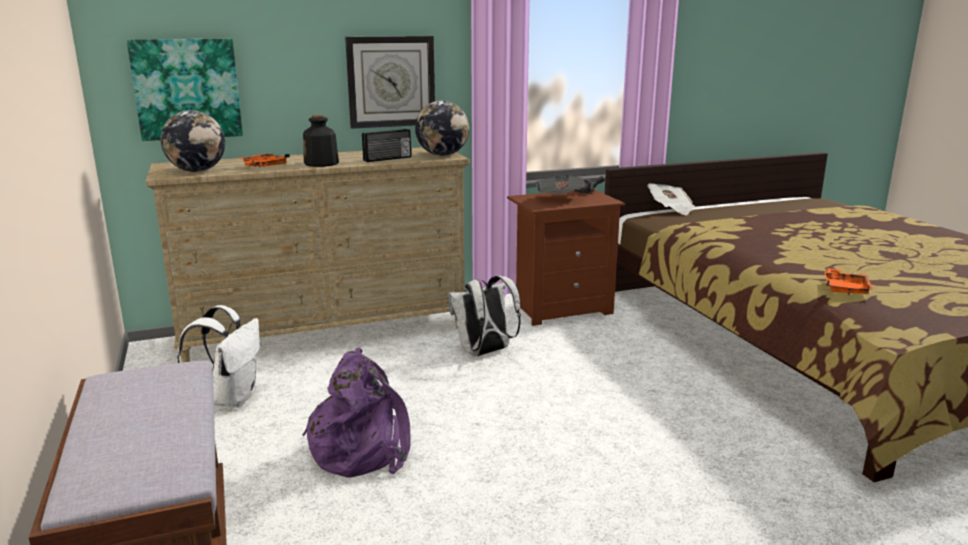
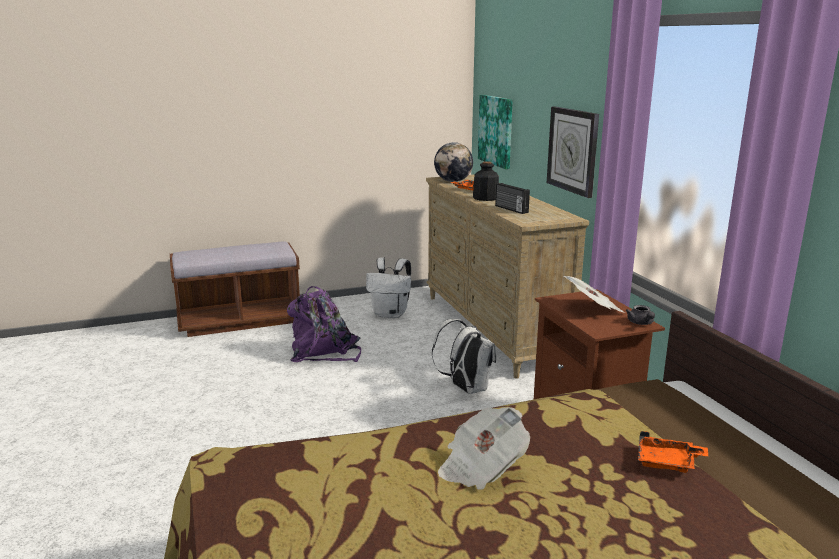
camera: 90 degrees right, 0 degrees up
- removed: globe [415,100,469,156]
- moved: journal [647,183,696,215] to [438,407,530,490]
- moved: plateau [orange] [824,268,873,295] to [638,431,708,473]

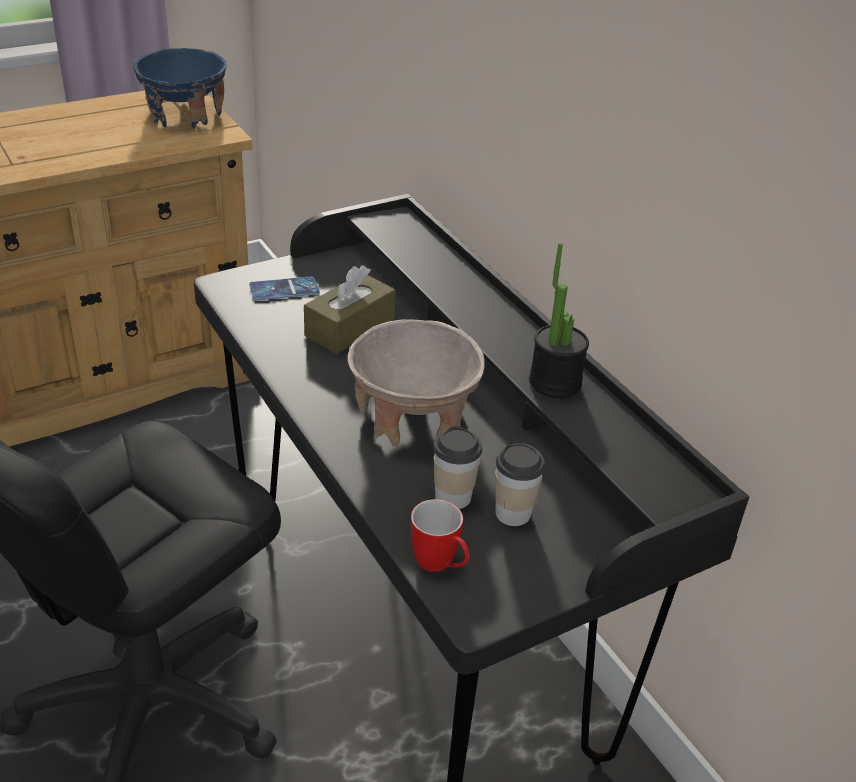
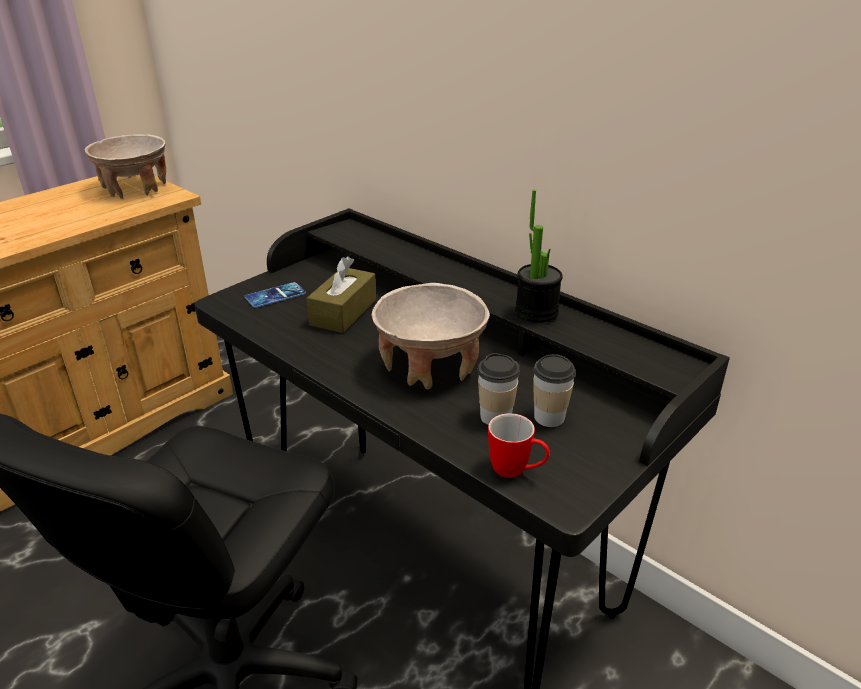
camera: 15 degrees left, 5 degrees down
- recoloured: bol [bleu] [133,48,227,128] to bol [beige] [85,134,166,199]

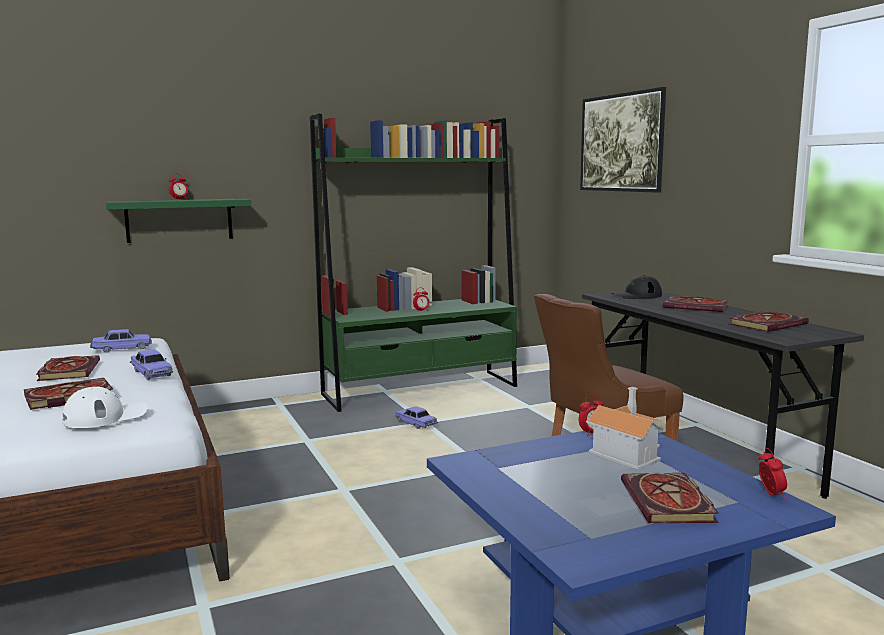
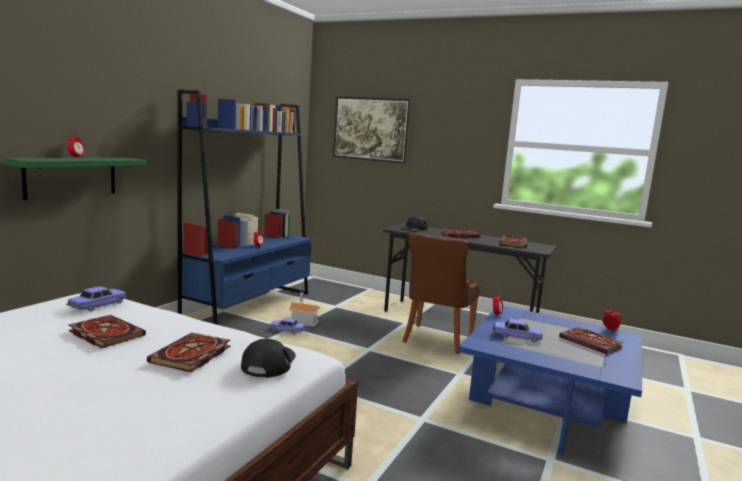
camera: 40 degrees left, 0 degrees up
- recoloured: casquette [blanc] [62,387,148,428] to casquette [noir] [241,339,296,378]
- moved: petite voiture [130,349,173,380] to [493,319,543,342]
- recoloured: bibliothèque [vert] [310,114,517,412] to bibliothèque [bleu] [177,89,311,325]
- moved: maison miniature [586,387,663,470] to [289,292,320,326]

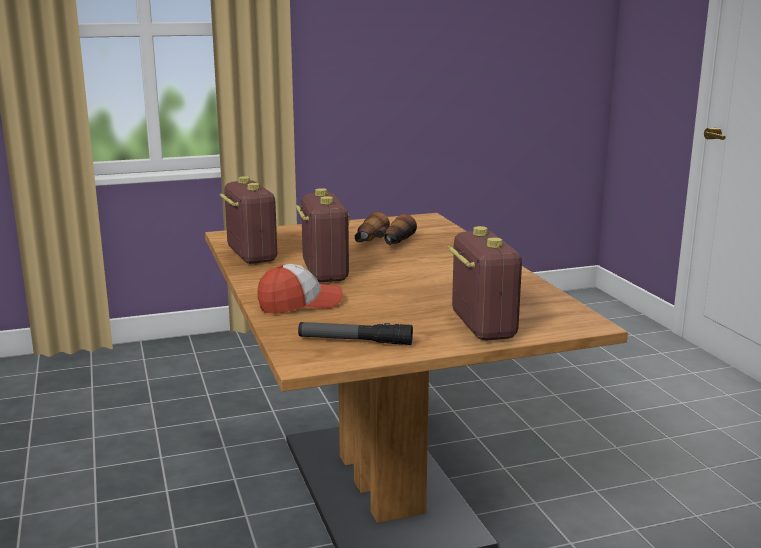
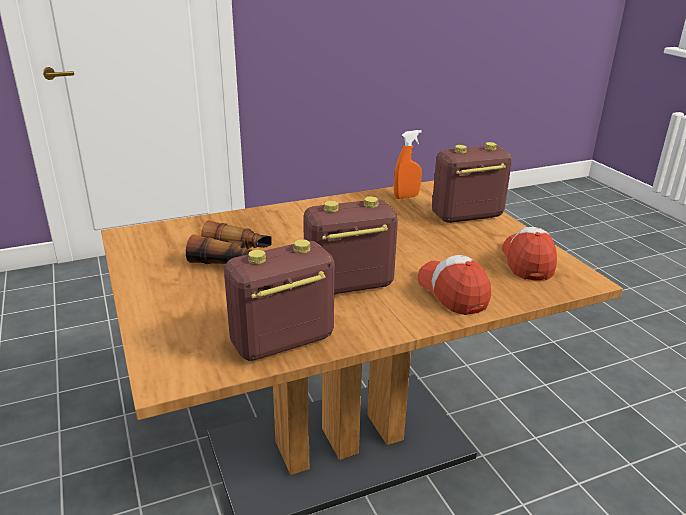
camera: 95 degrees left, 10 degrees up
- replaced: lampe de poche [298,322,413,345] to casquette [502,227,557,280]
- added: vaporisateur [orange] [394,130,422,199]

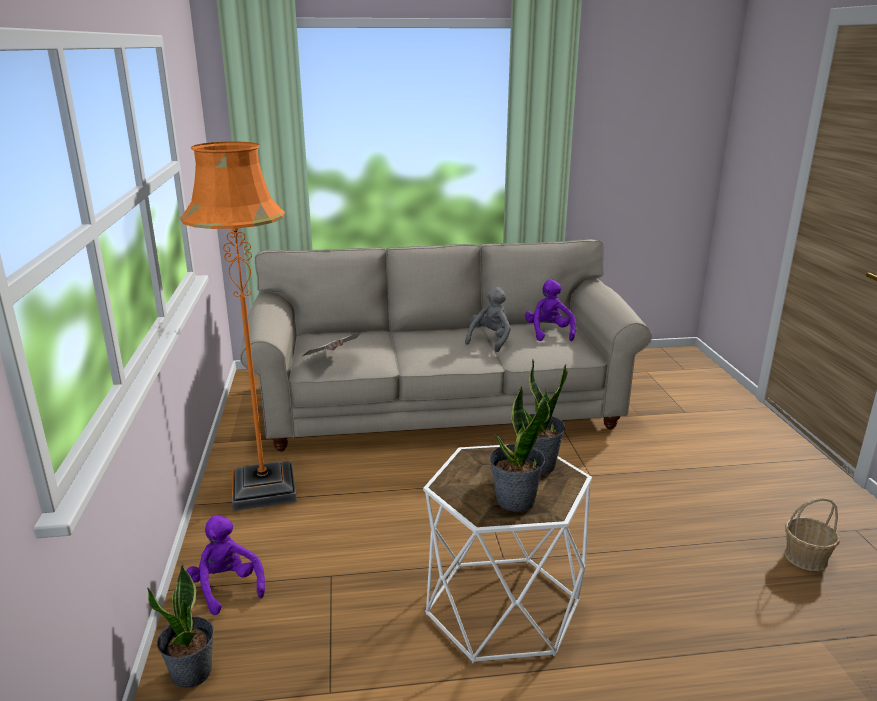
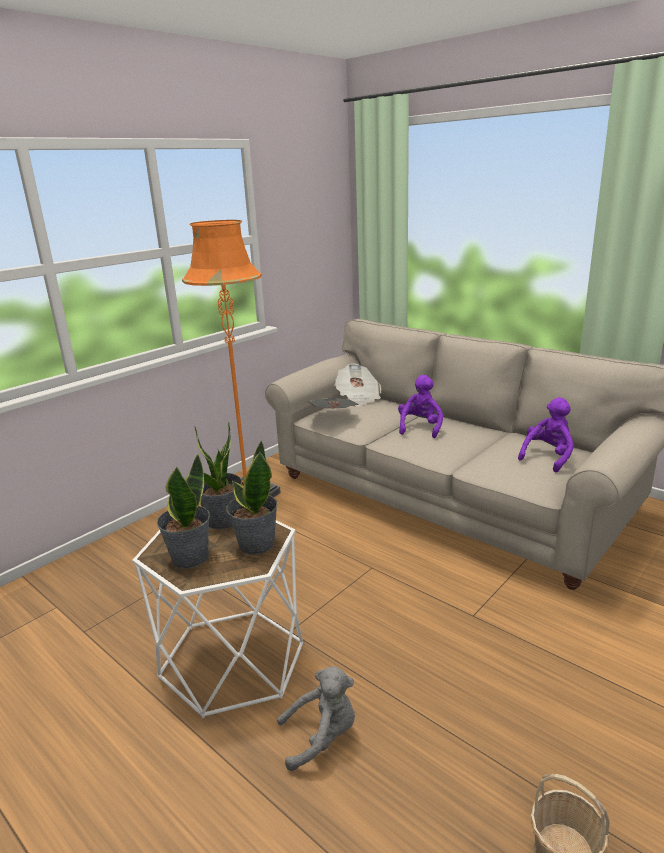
camera: 50 degrees right, 0 degrees up
- moved: plante en pot [147,563,214,688] to [195,421,242,529]
- moved: peluche [violet] [186,516,265,615] to [398,375,443,438]
- moved: peluche [gris] [465,287,511,352] to [277,666,355,771]
- added: journal [334,363,381,407]

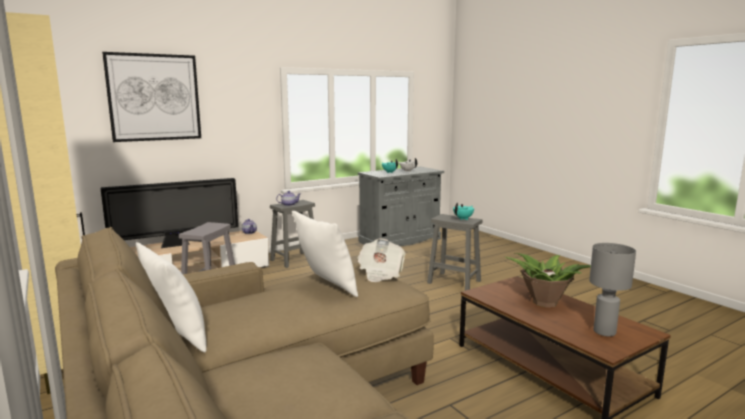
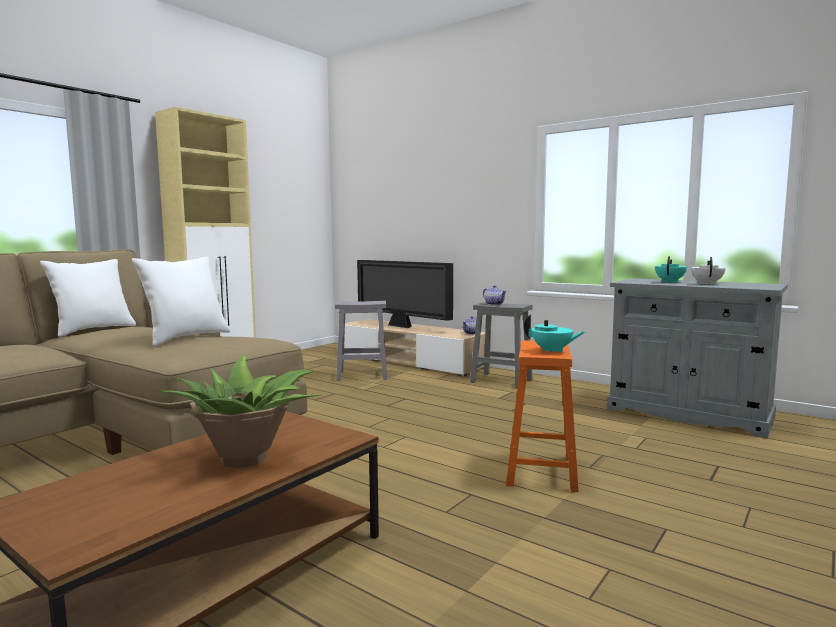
camera: 70 degrees right, 5 degrees down
- removed: tableau [102,52,201,142]
- removed: journal [357,239,406,282]
- recoloured: tabouret [gris] [427,214,482,291] to tabouret [orange] [506,340,579,492]
- removed: lampe de table [gris] [589,243,636,337]

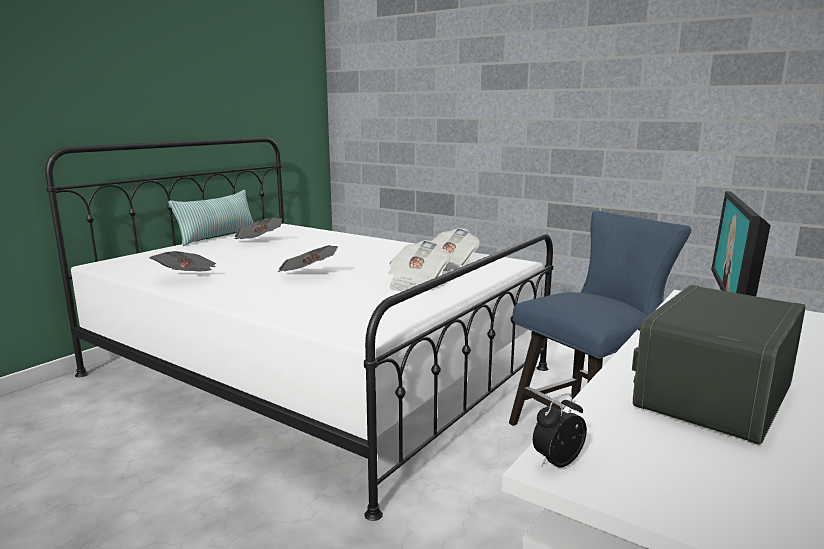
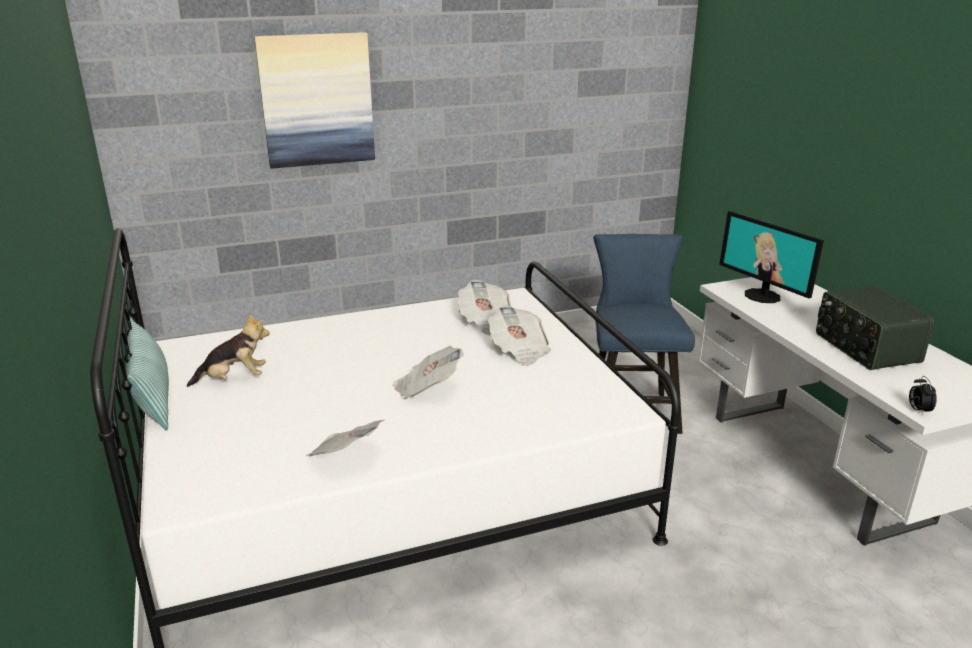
camera: 55 degrees left, 10 degrees up
- replaced: journal [234,217,282,239] to peluche [187,314,270,387]
- added: tableau [254,32,375,169]

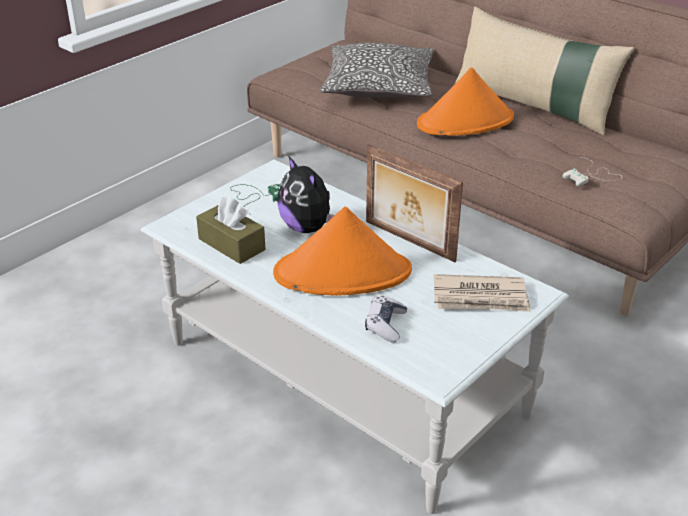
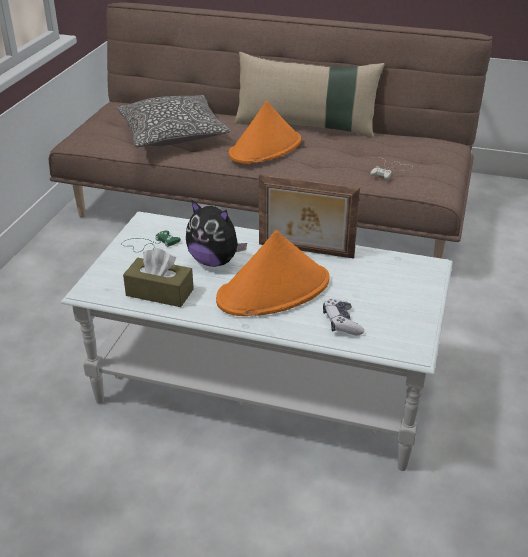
camera: 25 degrees left, 0 degrees up
- removed: journal [434,274,531,312]

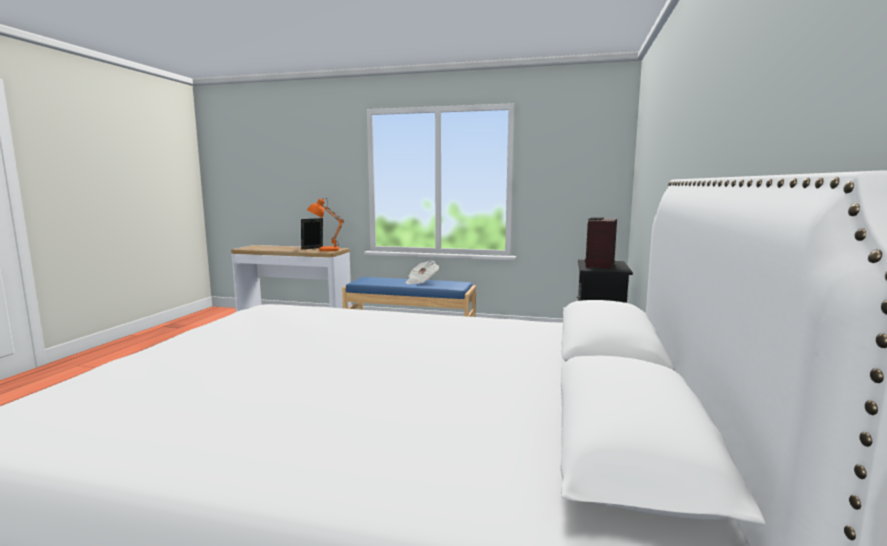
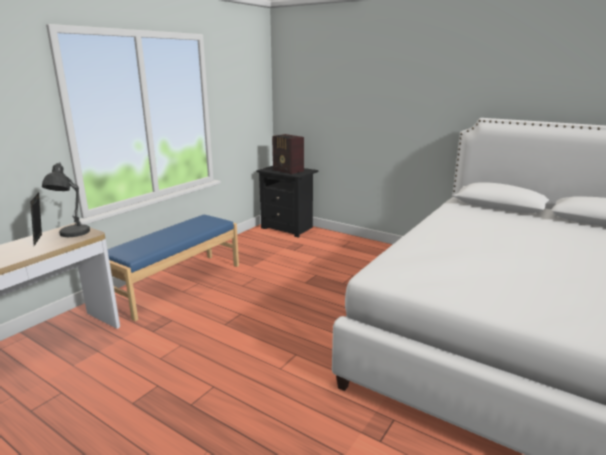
camera: 70 degrees left, 10 degrees up
- recoloured: lampe de table [orange] [307,198,344,251] to lampe de table [gris] [42,163,90,237]
- removed: journal [406,261,439,284]

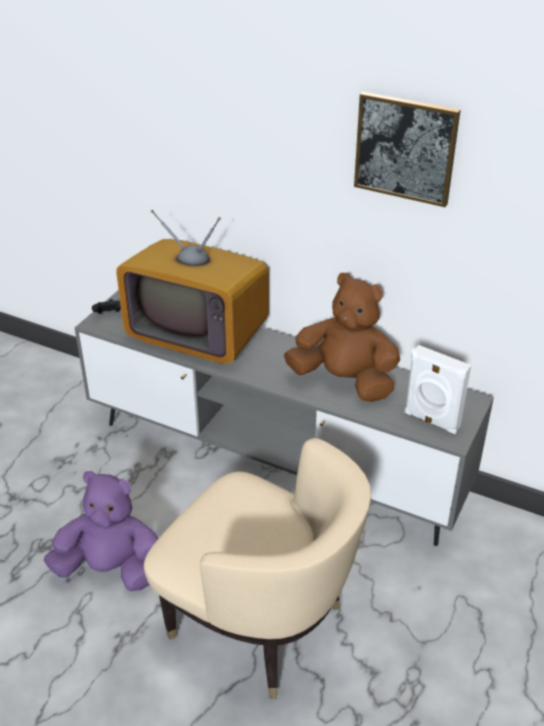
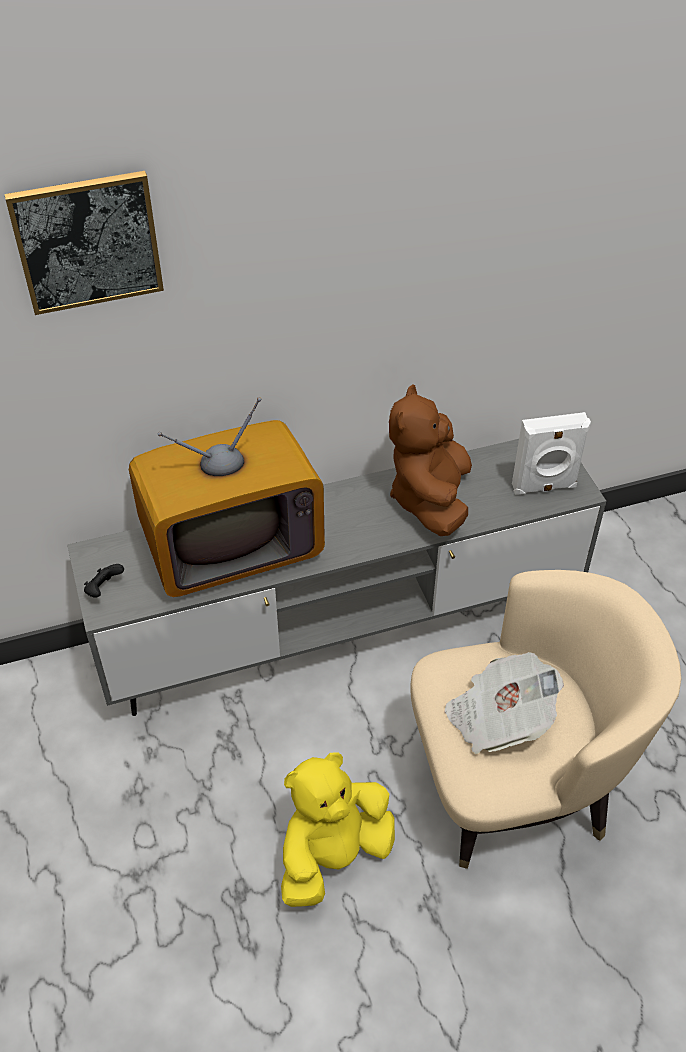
camera: 45 degrees left, 10 degrees up
- recoloured: peluche [violet] [44,471,158,591] to peluche [jaune] [281,752,395,907]
- turned: peluche [marron] [284,273,400,402] = [389,384,472,536] 60 degrees counterclockwise
- moved: tableau [354,92,460,207] to [4,171,164,315]
- added: journal [444,652,564,754]

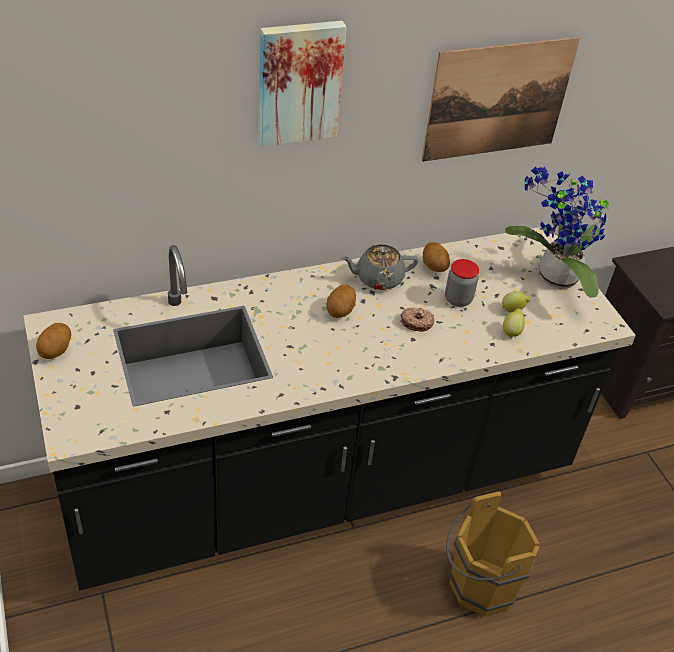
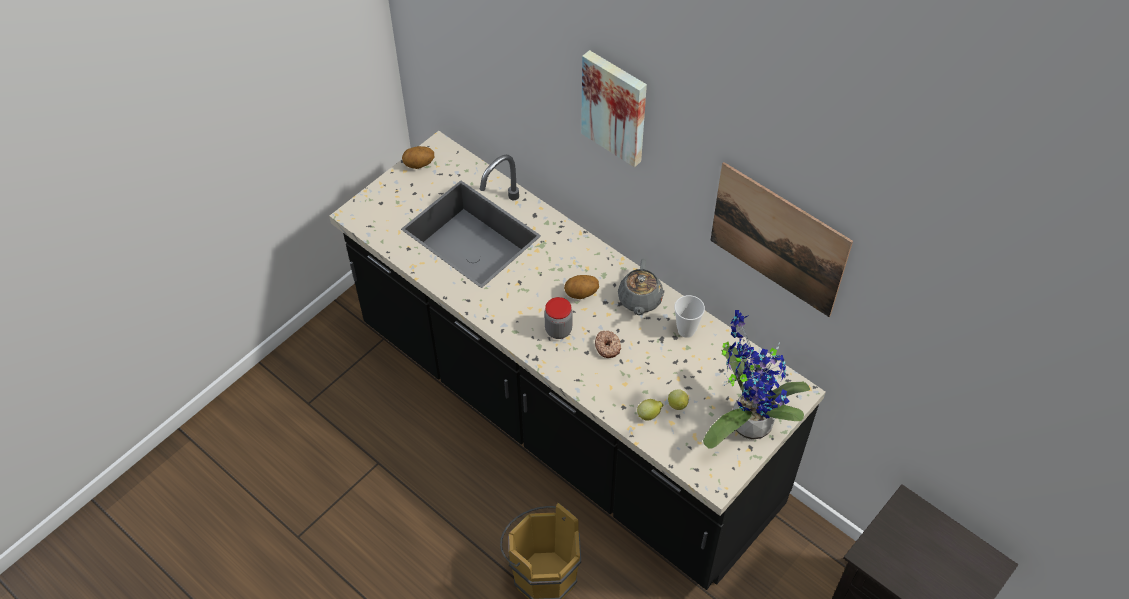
camera: 65 degrees right, 10 degrees up
- turned: théière [gris] [341,244,418,290] = [618,259,664,315] 135 degrees counterclockwise
- replaced: pomme de terre [423,242,450,272] to tasse [674,295,705,338]
- moved: bocal [445,259,479,307] to [544,297,573,339]

